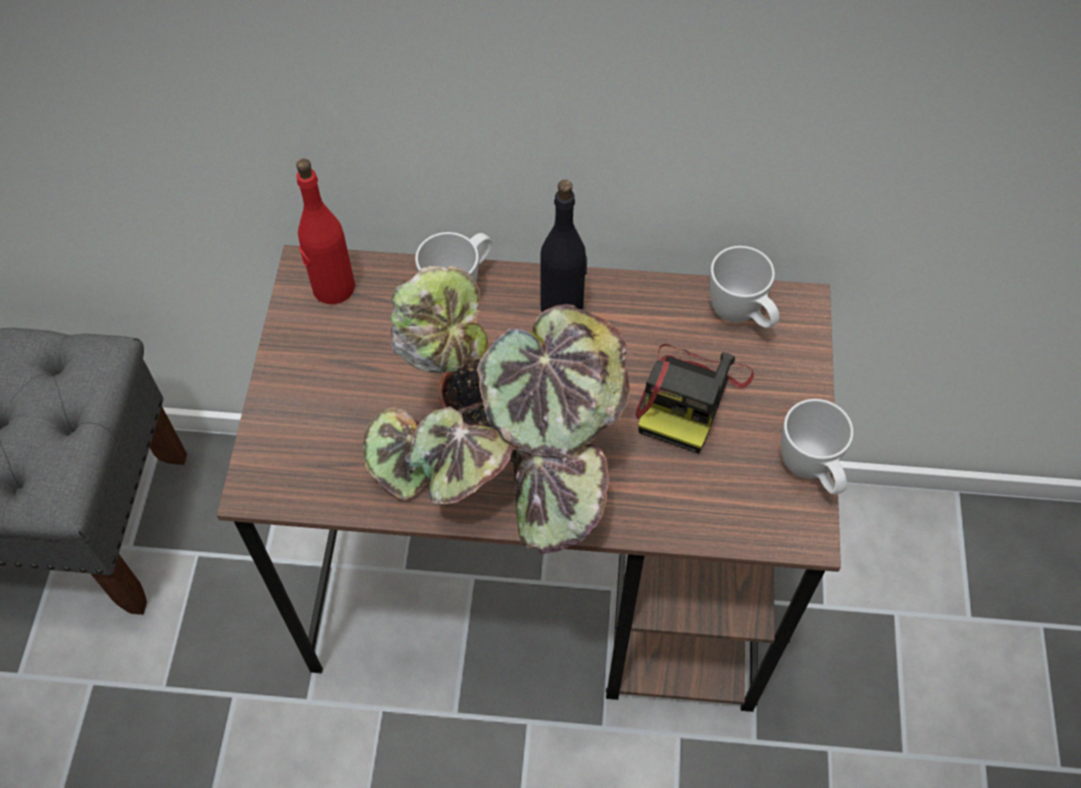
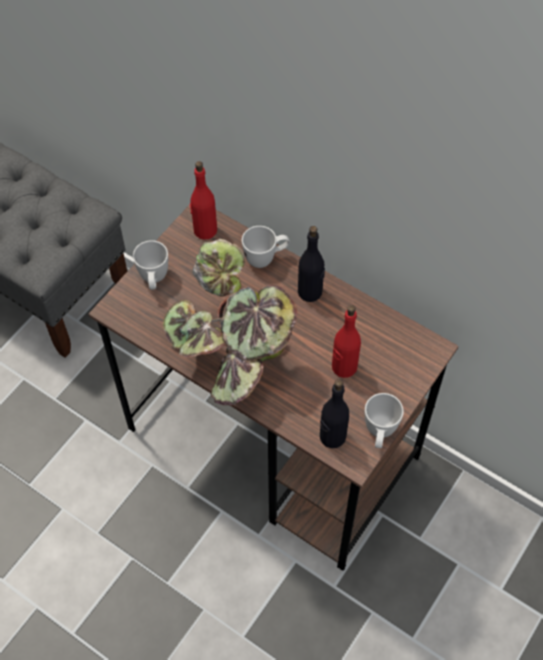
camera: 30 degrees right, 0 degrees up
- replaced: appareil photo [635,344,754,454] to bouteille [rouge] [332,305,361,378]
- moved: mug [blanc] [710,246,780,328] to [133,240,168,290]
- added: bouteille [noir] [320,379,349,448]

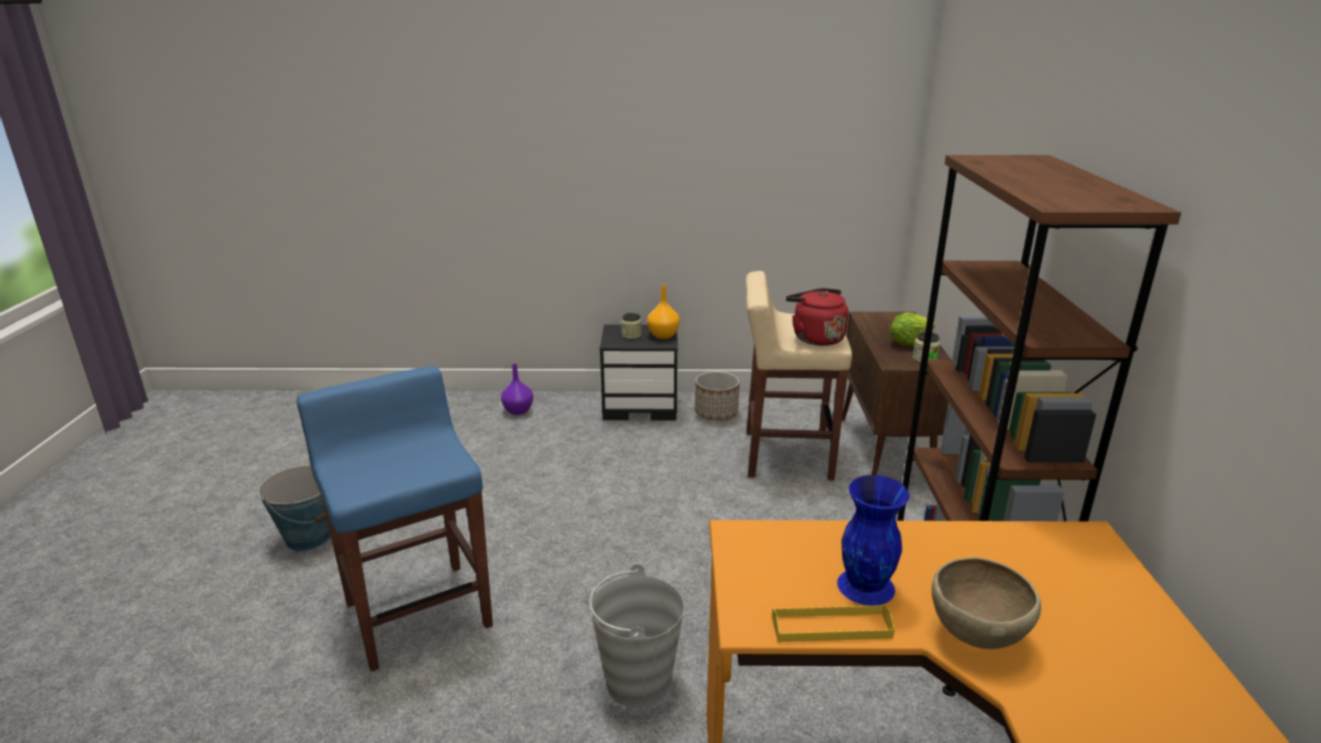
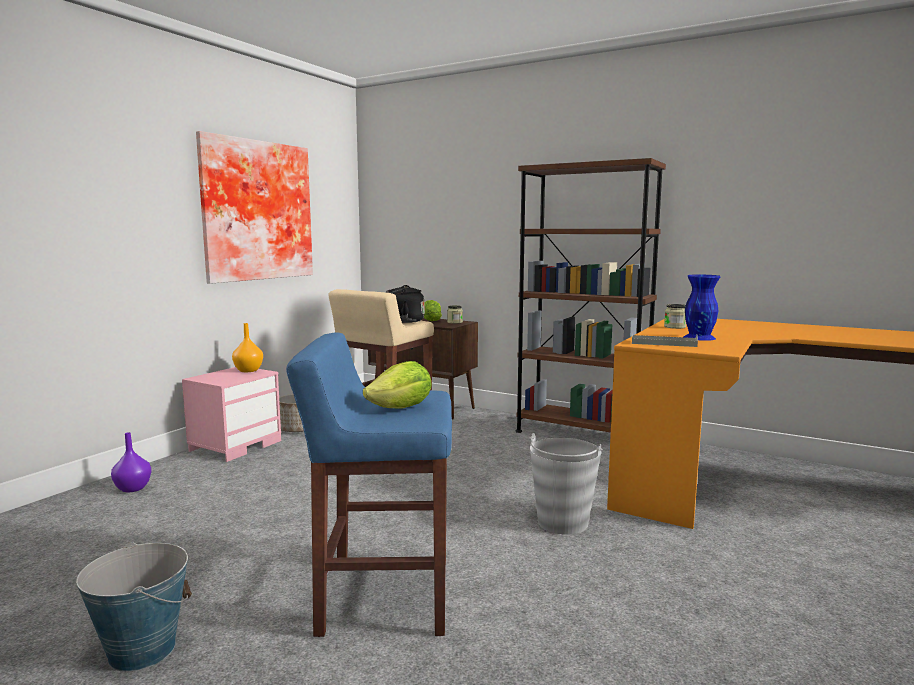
camera: 60 degrees left, 15 degrees down
- recoloured: table de chevet [noir] [600,325,678,420] to table de chevet [rose] [182,367,281,462]
- moved: bocal [621,313,641,339] to [664,304,686,329]
- removed: plateau [jaune] [772,604,895,642]
- recoloured: bouilloire [rouge] [786,288,848,346] to bouilloire [noir] [385,285,425,323]
- removed: bol [marron] [932,557,1041,649]
- added: tableau [196,131,313,284]
- added: laitue [363,361,432,408]
- added: plateau [gris] [632,332,698,347]

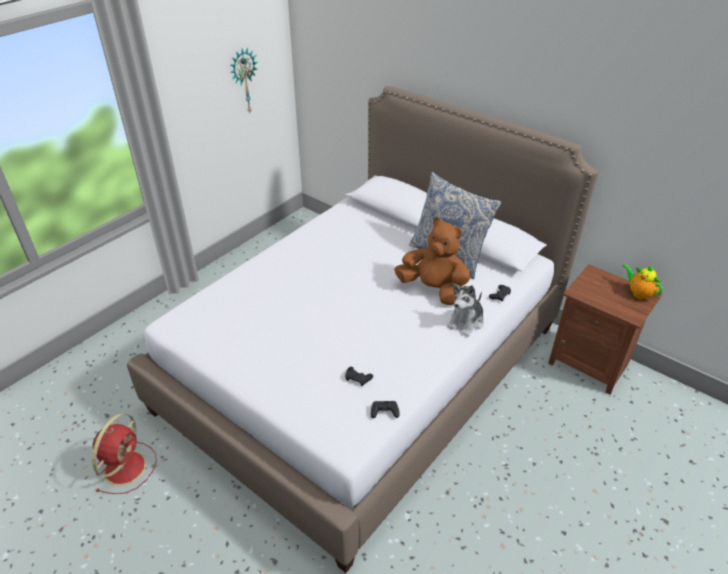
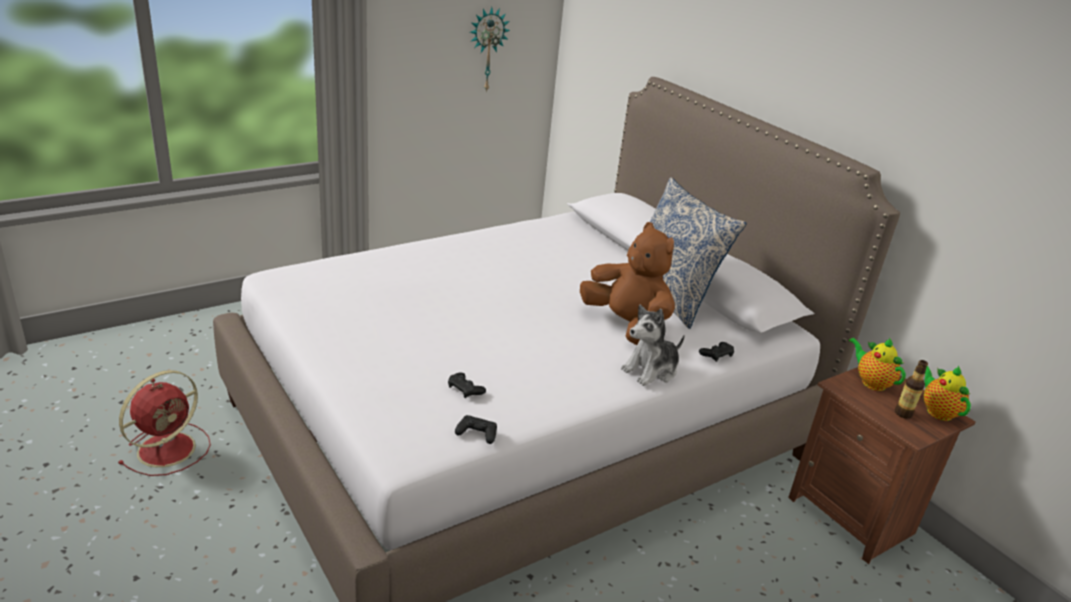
camera: 15 degrees right, 10 degrees down
- added: théière [848,337,906,391]
- added: bouteille [895,360,928,419]

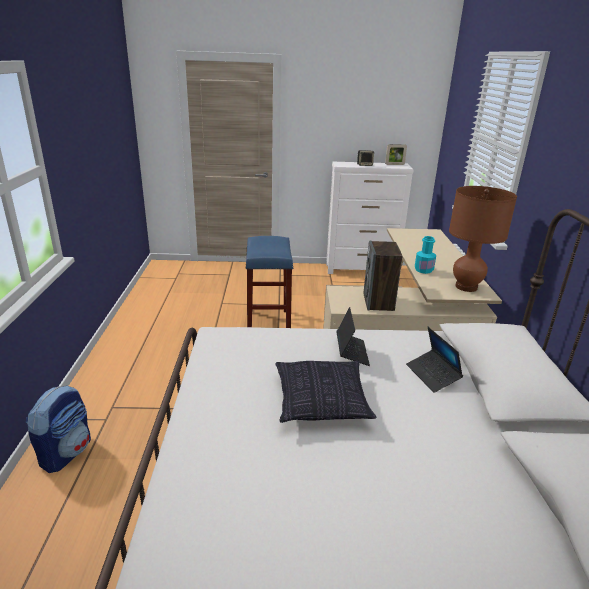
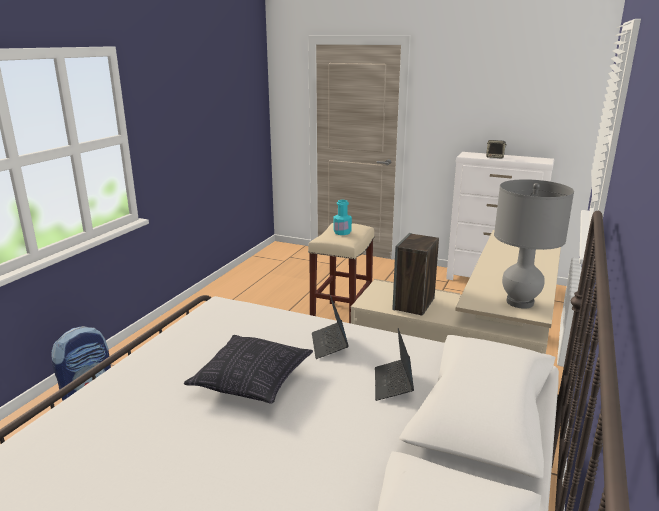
camera: 25 degrees right, 5 degrees down
- recoloured: tabouret [bleu] [246,236,293,328] to tabouret [beige] [308,223,374,323]
- turned: ordinateur portable [337,307,370,366] = [312,295,349,359] 150 degrees clockwise
- removed: cadre photo [385,144,407,165]
- moved: bouteille [turquoise] [415,236,436,274] to [333,200,352,235]
- recoloured: lampe de table [marron] [449,186,517,292] to lampe de table [gris] [494,179,574,309]

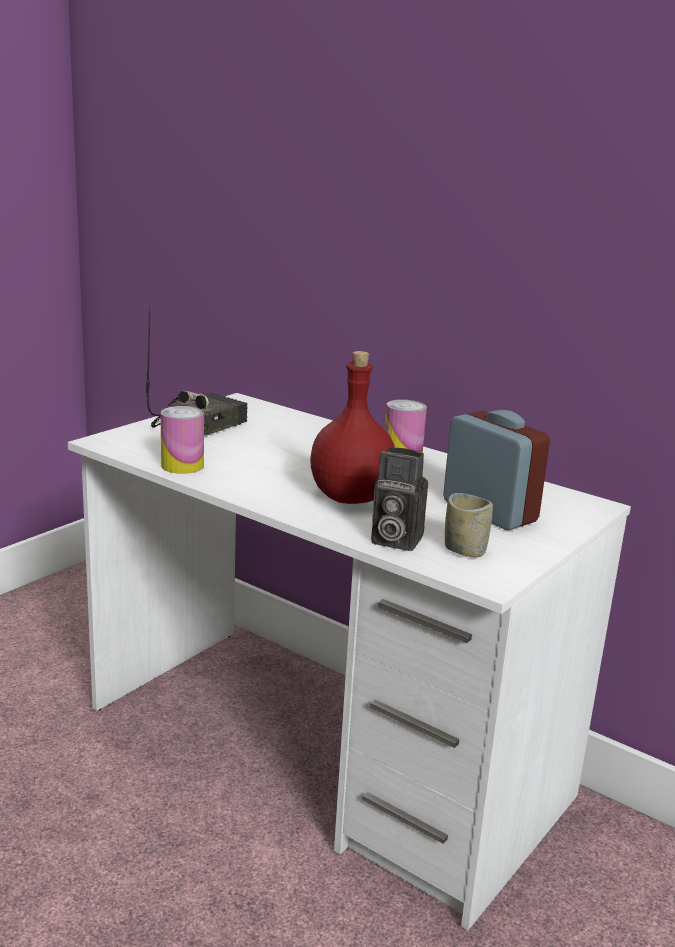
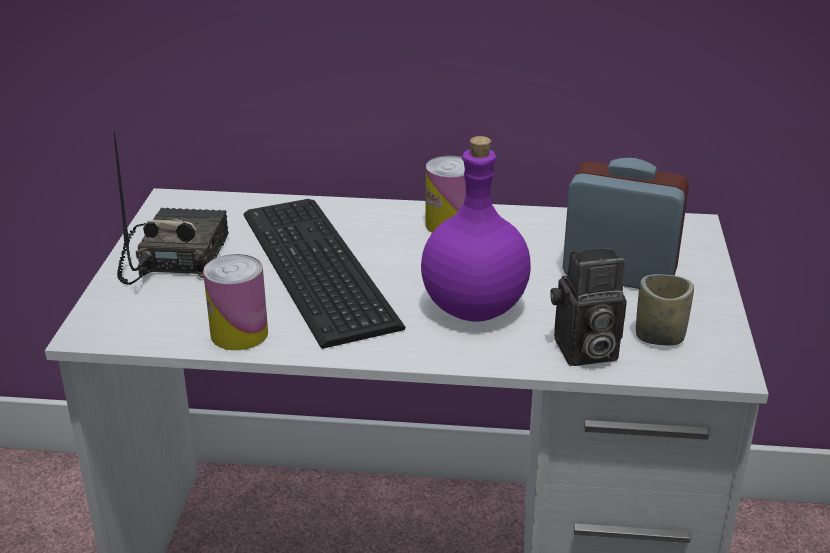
camera: 30 degrees left, 10 degrees up
- recoloured: bouteille [rouge] [310,351,395,504] to bouteille [violet] [421,136,531,322]
- added: clavier [243,199,405,349]

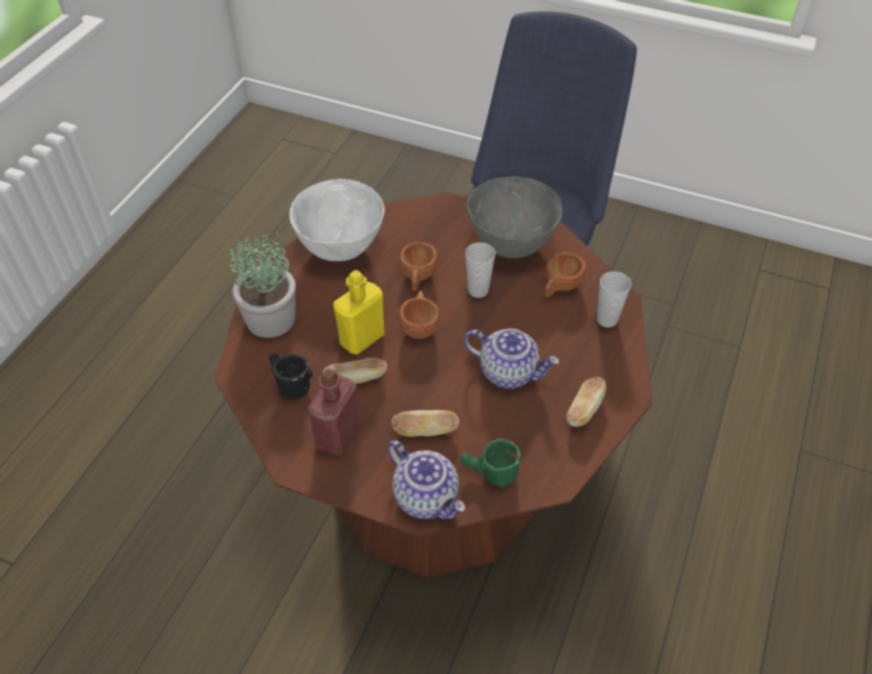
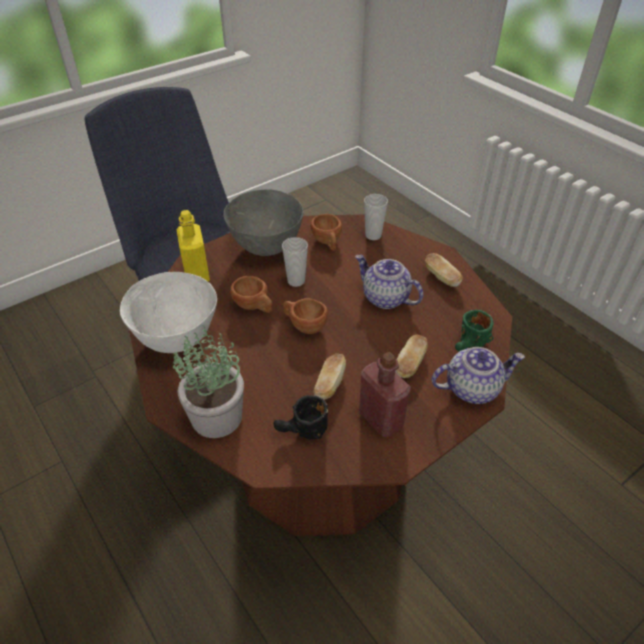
camera: 60 degrees left, 5 degrees down
- moved: bouteille [jaune] [333,270,385,354] to [176,210,210,282]
- turned: théière [464,328,559,389] = [355,255,423,309] 105 degrees counterclockwise

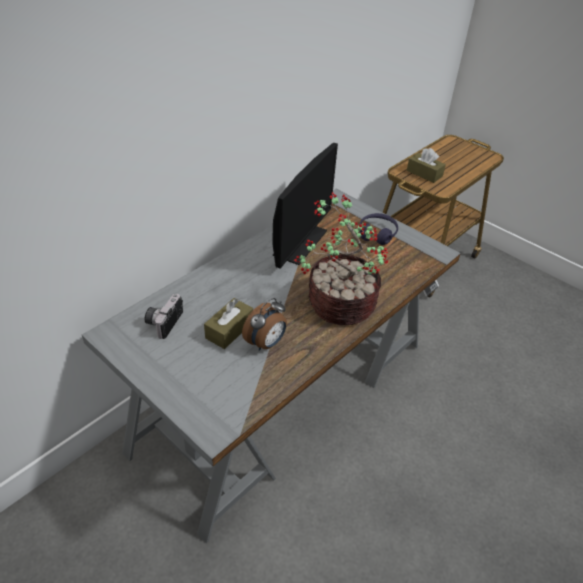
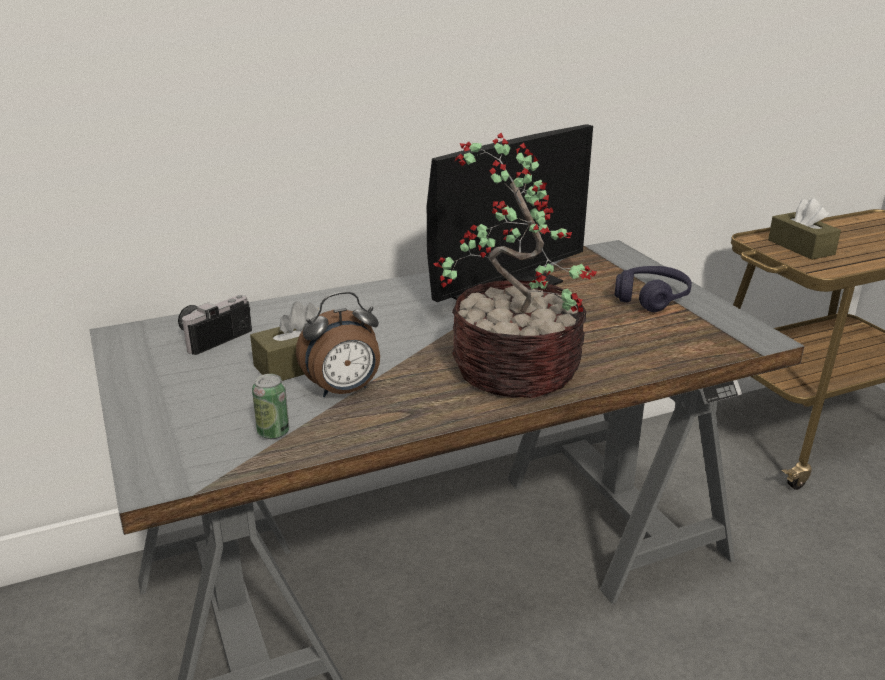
camera: 25 degrees right, 15 degrees down
- added: boîte métallique [252,374,289,439]

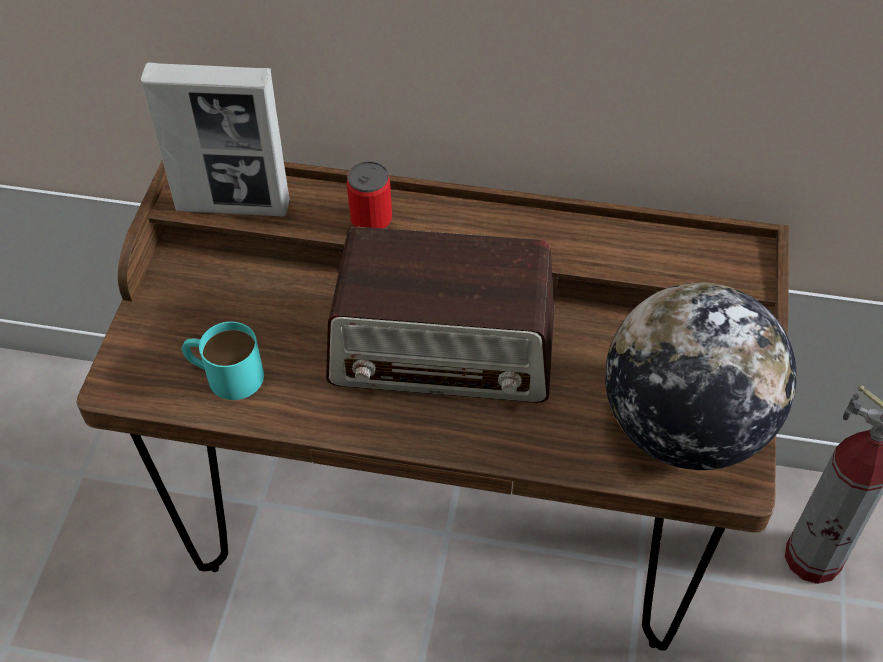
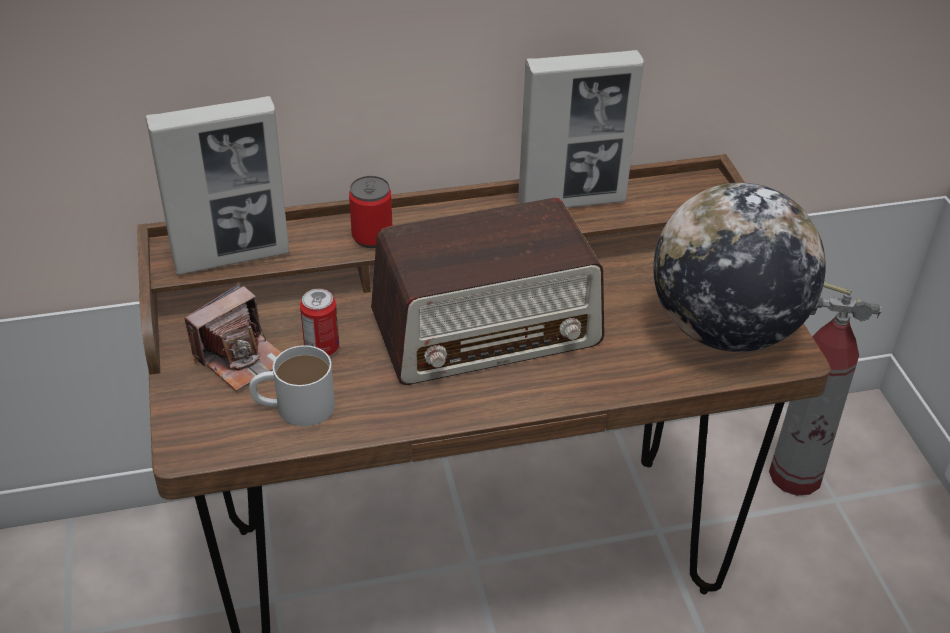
camera: 25 degrees left, 10 degrees down
- recoloured: mug [turquoise] [182,322,264,400] to mug [blanc] [249,345,335,427]
- added: appareil photo [184,284,282,391]
- added: boîte métallique [300,289,339,356]
- added: cadre photo [518,50,644,208]

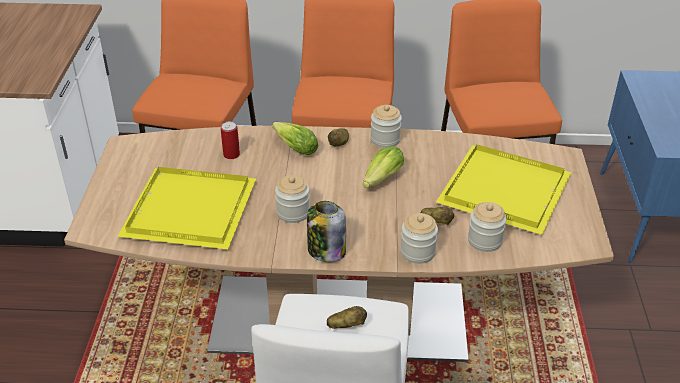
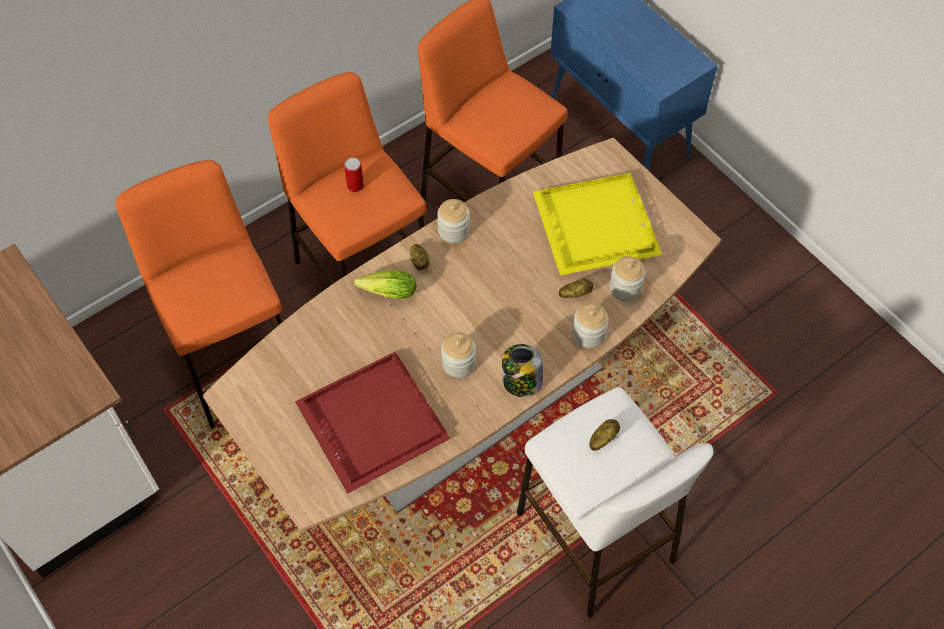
camera: 40 degrees left, 20 degrees up
- recoloured: plateau [jaune] [117,167,256,249] to plateau [rouge] [295,351,451,494]
- moved: boîte métallique [221,122,240,159] to [344,158,364,192]
- removed: laitue [363,146,404,188]

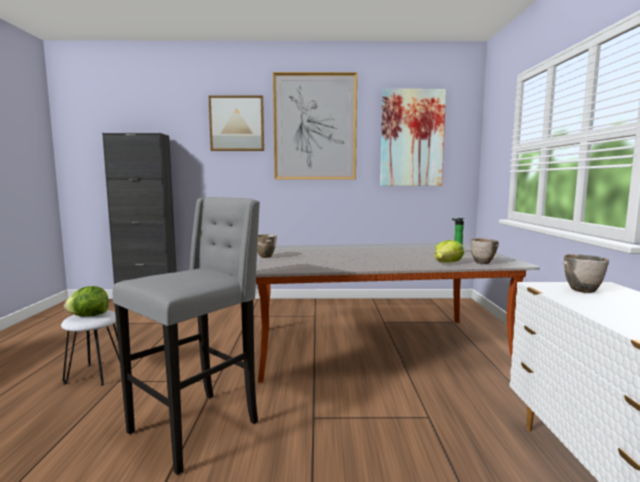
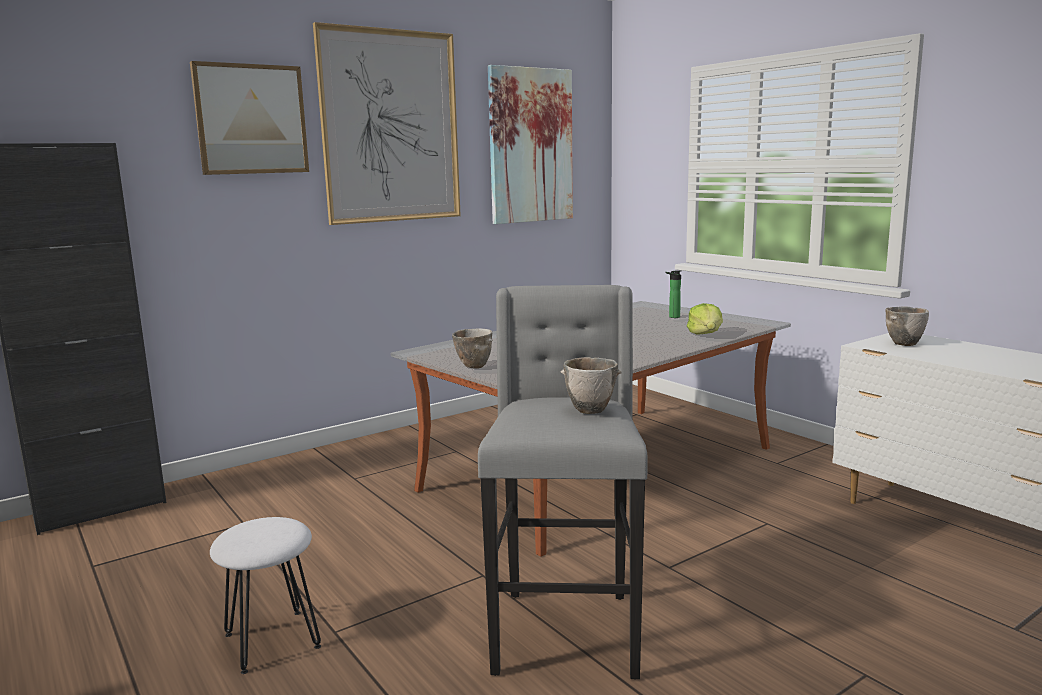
camera: 35 degrees left, 5 degrees up
- removed: laitue [64,286,109,316]
- moved: bol [470,238,499,264] to [560,357,622,414]

